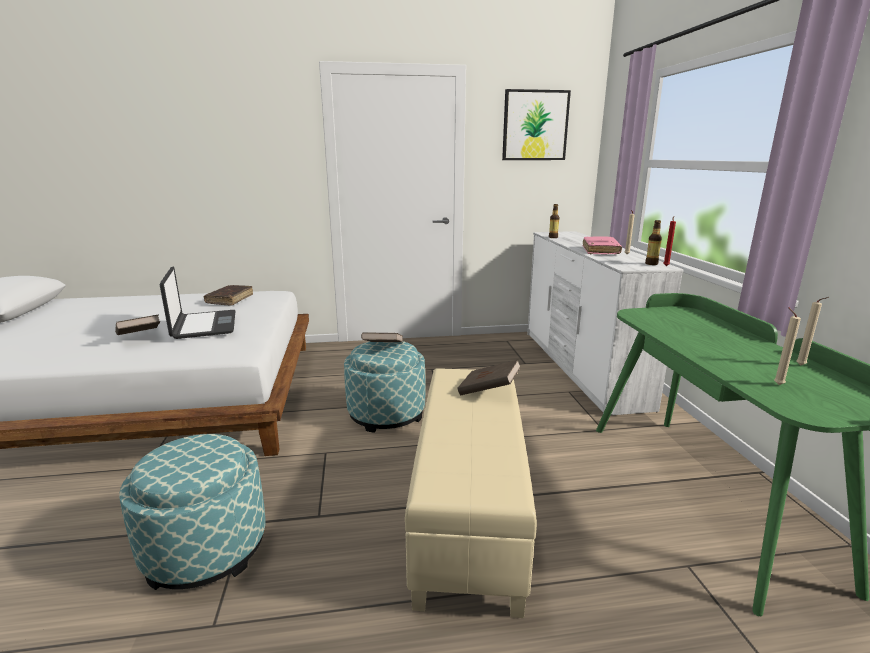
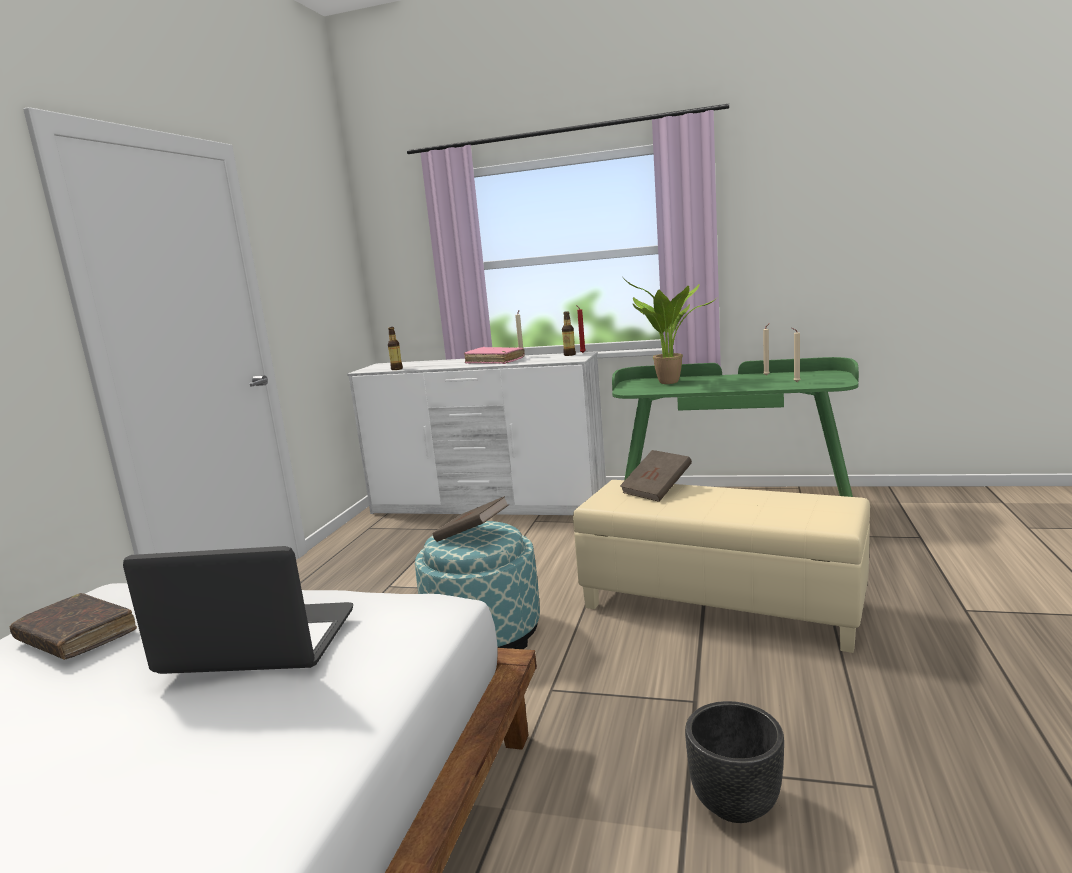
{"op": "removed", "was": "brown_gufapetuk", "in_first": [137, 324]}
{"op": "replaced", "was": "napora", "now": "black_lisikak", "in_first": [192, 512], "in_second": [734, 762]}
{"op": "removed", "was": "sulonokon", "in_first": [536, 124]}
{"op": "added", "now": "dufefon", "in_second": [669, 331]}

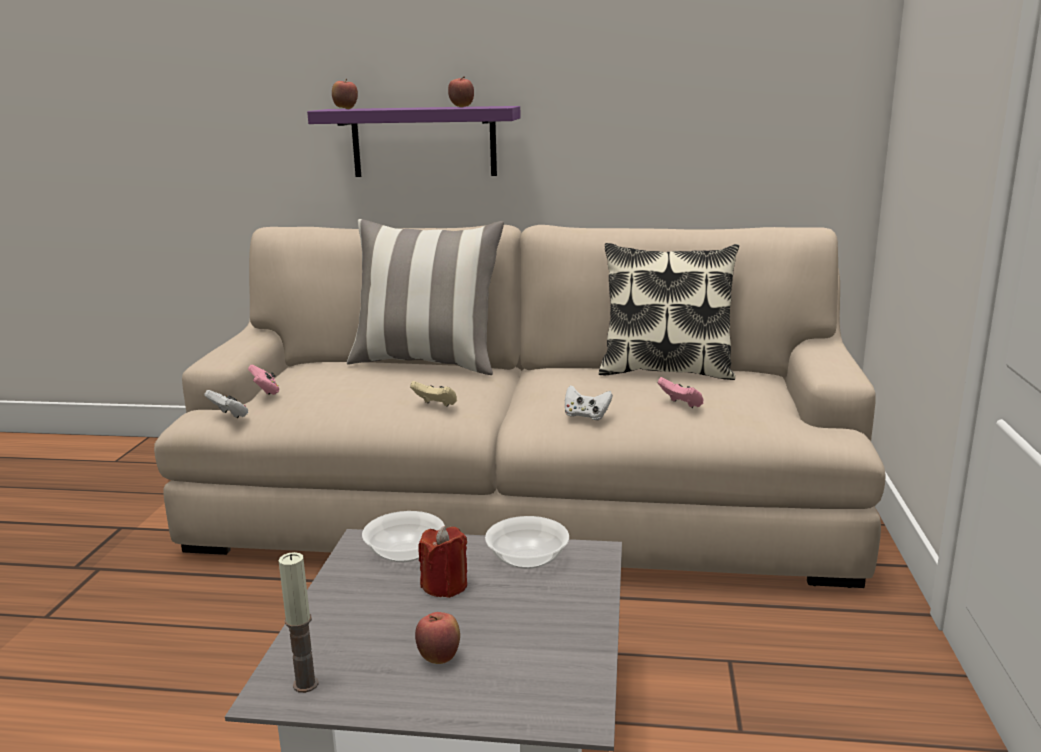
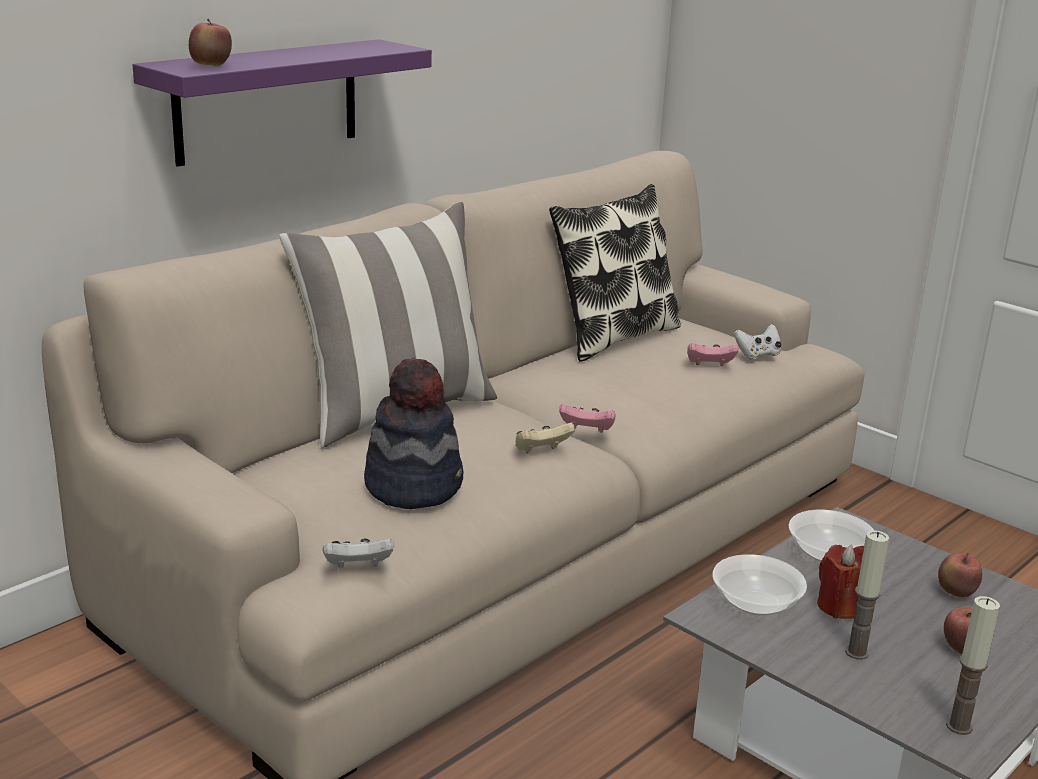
{"op": "moved", "was": "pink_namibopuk", "in_first": [263, 380], "in_second": [587, 418]}
{"op": "moved", "was": "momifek", "in_first": [461, 92], "in_second": [960, 575]}
{"op": "moved", "was": "white_namibopuk", "in_first": [589, 403], "in_second": [757, 342]}
{"op": "added", "now": "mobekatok", "in_second": [413, 433]}
{"op": "added", "now": "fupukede", "in_second": [867, 595]}

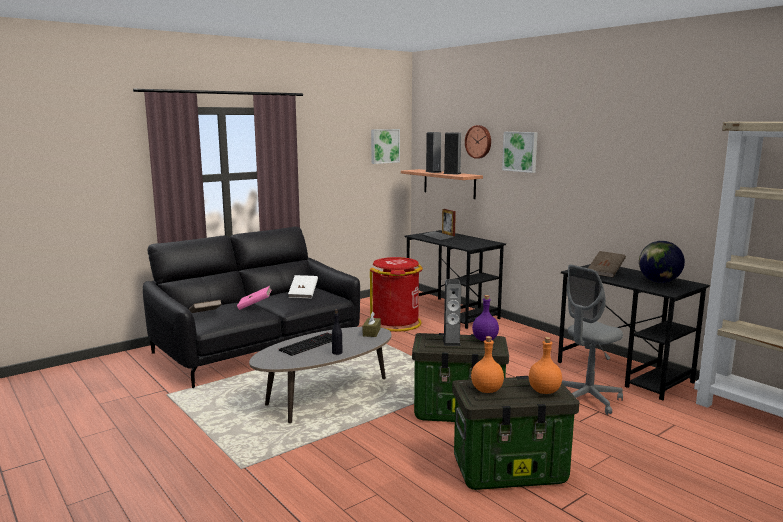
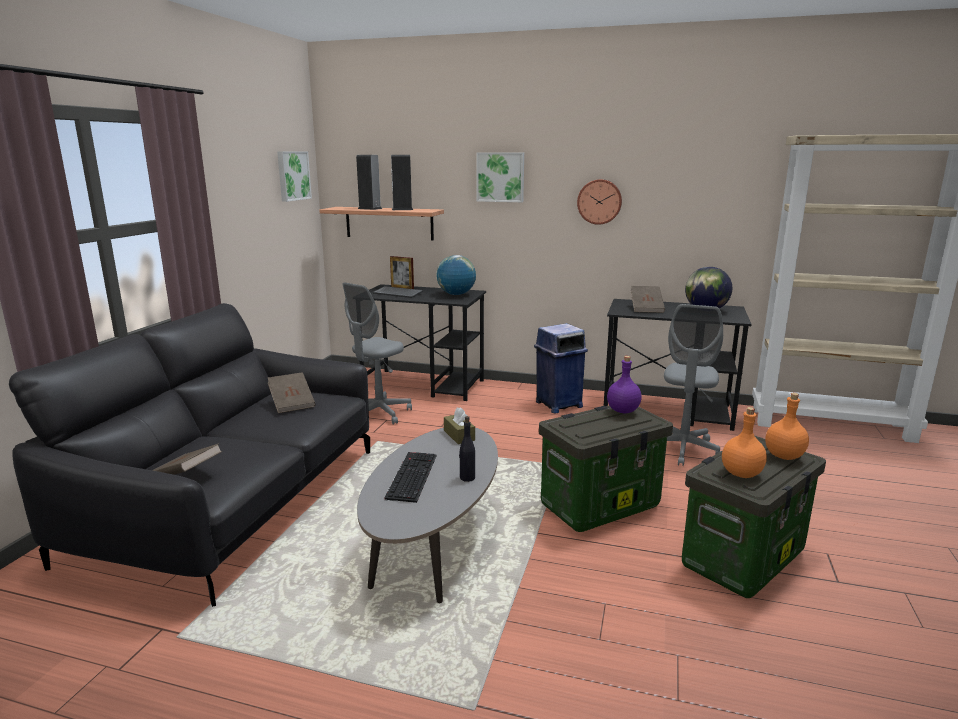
{"op": "removed", "was": "pink_gufapetuk", "in_first": [254, 298]}
{"op": "recoloured", "was": "white_gufapetuk", "now": "brown_gufapetuk", "in_first": [303, 287], "in_second": [292, 392]}
{"op": "replaced", "was": "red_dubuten", "now": "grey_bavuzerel", "in_first": [396, 294], "in_second": [377, 353]}
{"op": "removed", "was": "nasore", "in_first": [452, 312]}
{"op": "moved", "was": "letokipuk", "in_first": [478, 142], "in_second": [599, 202]}
{"op": "added", "now": "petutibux", "in_second": [456, 275]}
{"op": "added", "now": "blue_dubuten", "in_second": [561, 368]}

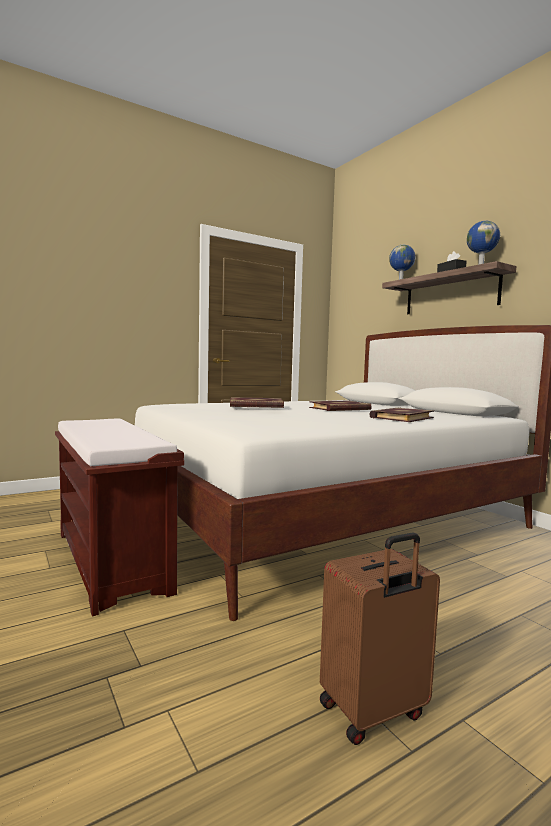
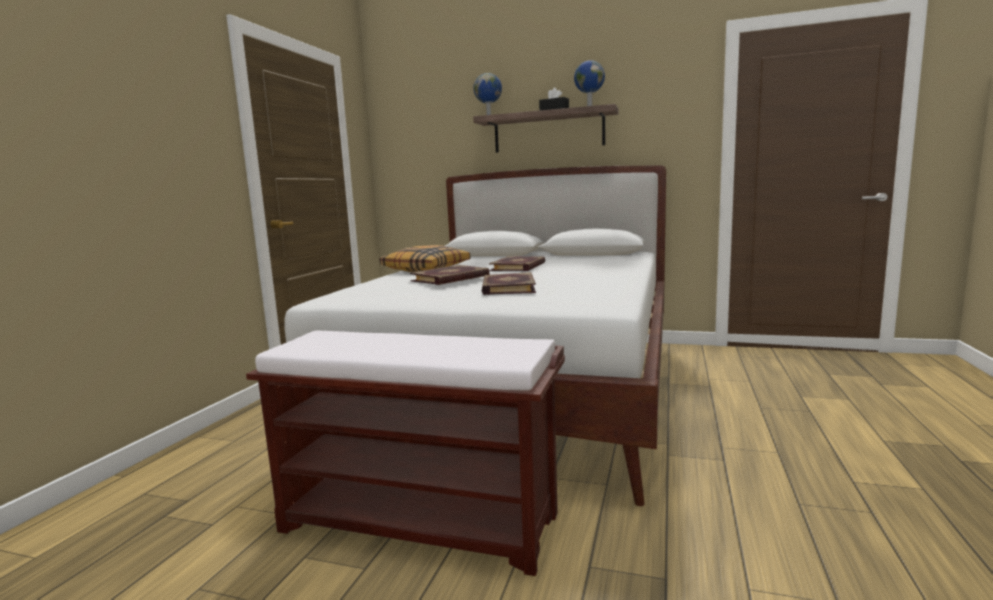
{"op": "removed", "was": "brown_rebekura", "in_first": [380, 638]}
{"op": "moved", "was": "gufapetuk", "in_first": [401, 415], "in_second": [509, 283]}
{"op": "added", "now": "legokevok", "in_second": [425, 258]}

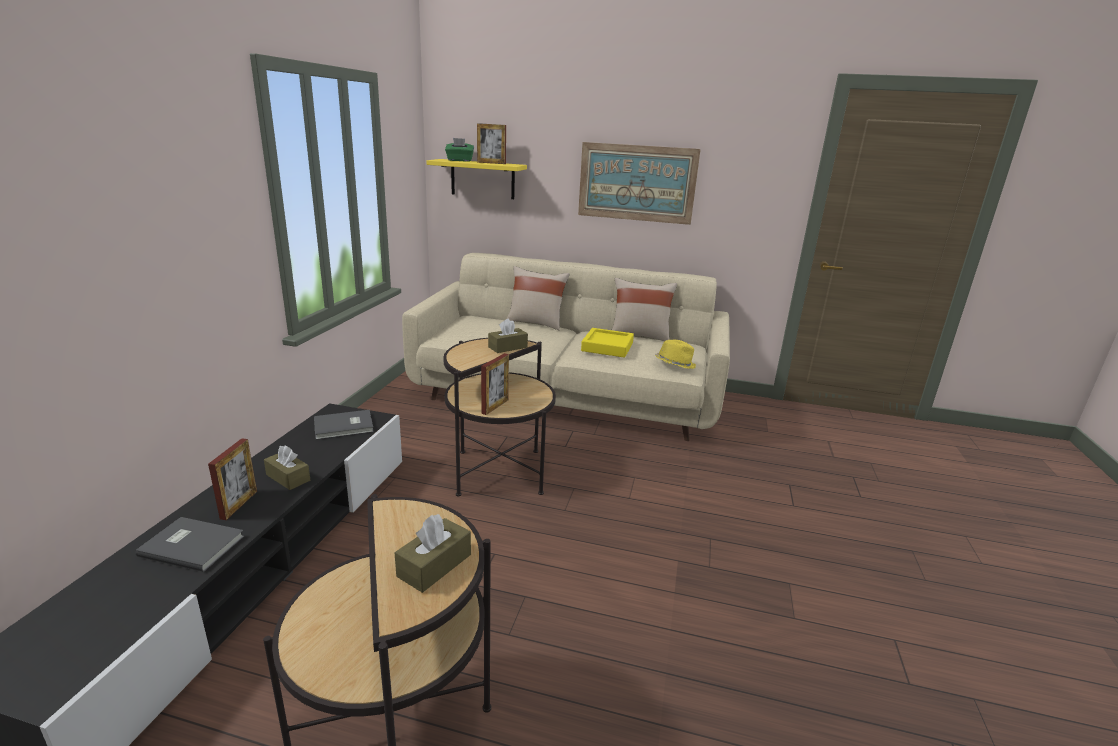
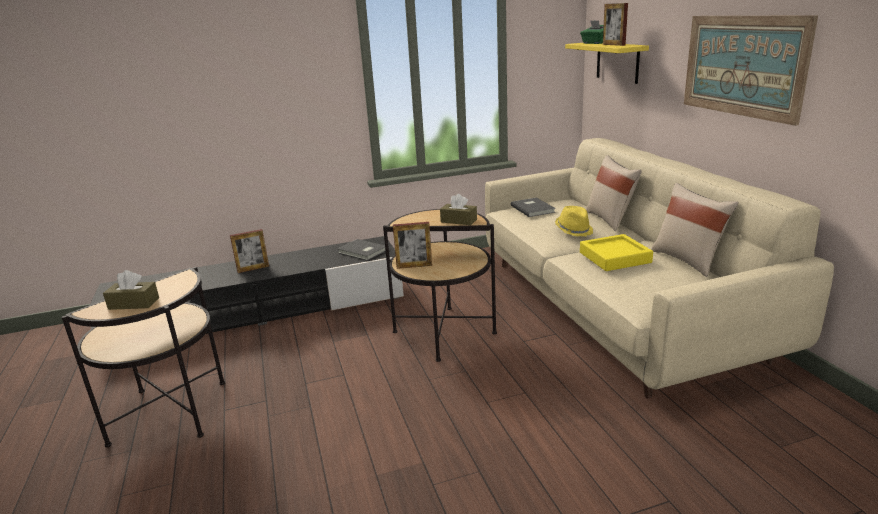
{"op": "moved", "was": "grey_gufapetuk", "in_first": [190, 544], "in_second": [533, 207]}
{"op": "removed", "was": "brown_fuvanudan", "in_first": [287, 468]}
{"op": "moved", "was": "yellow_mobekatok", "in_first": [675, 354], "in_second": [574, 221]}

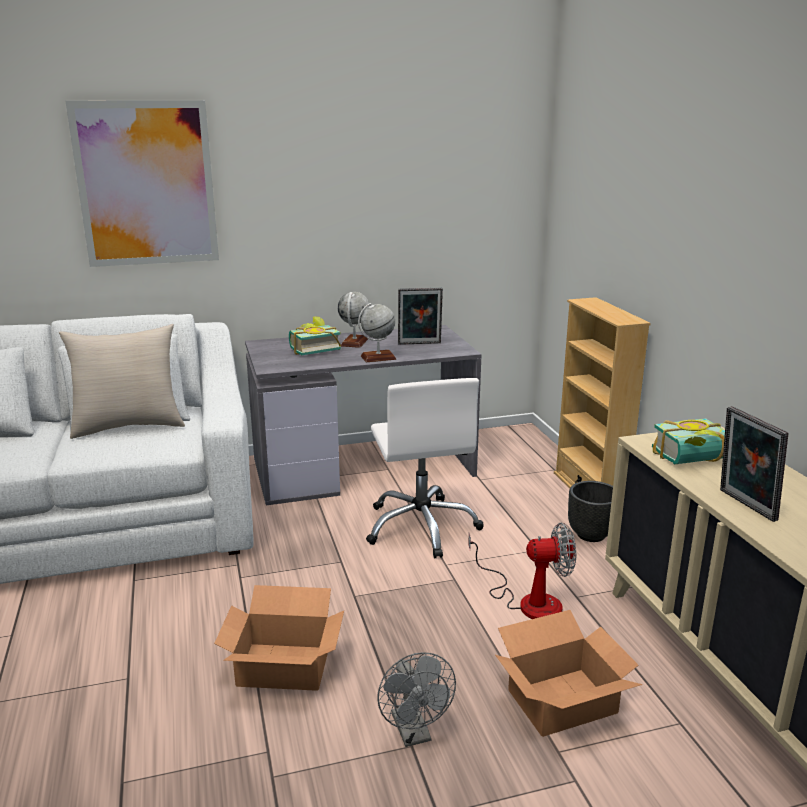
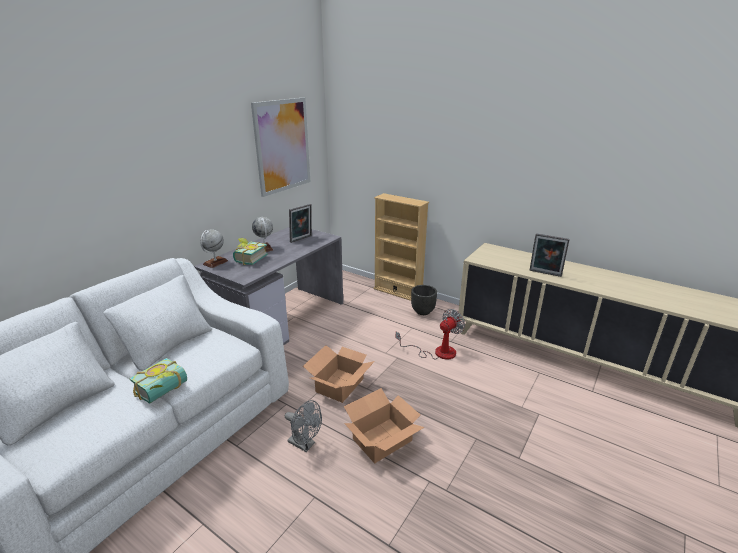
{"op": "removed", "was": "beige_legokevok", "in_first": [122, 381]}
{"op": "moved", "was": "sulonokon", "in_first": [142, 183], "in_second": [280, 147]}
{"op": "moved", "was": "petutibux", "in_first": [377, 332], "in_second": [214, 248]}
{"op": "removed", "was": "white_bavuzerel", "in_first": [425, 468]}
{"op": "moved", "was": "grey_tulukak", "in_first": [417, 699], "in_second": [303, 426]}
{"op": "moved", "was": "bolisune", "in_first": [569, 673], "in_second": [339, 374]}
{"op": "moved", "was": "gufapetuk", "in_first": [688, 441], "in_second": [158, 381]}

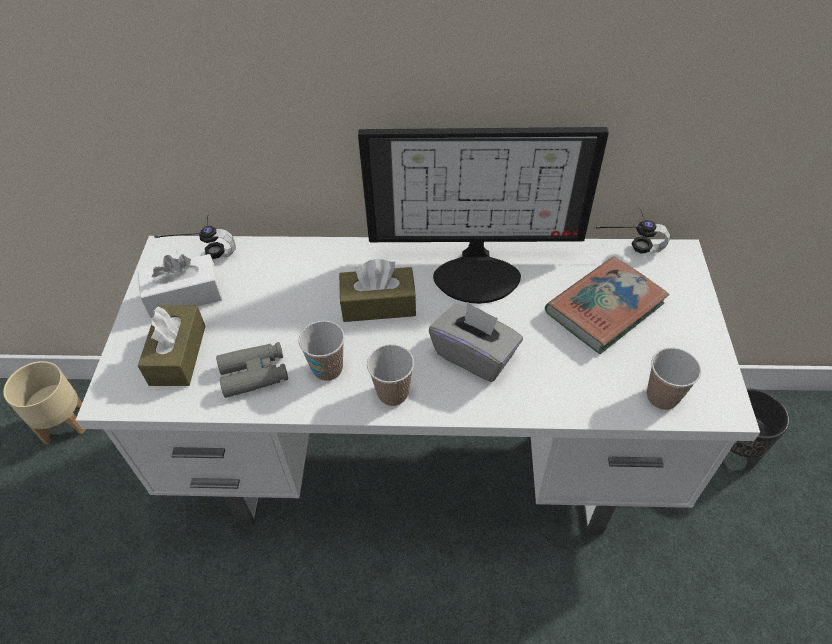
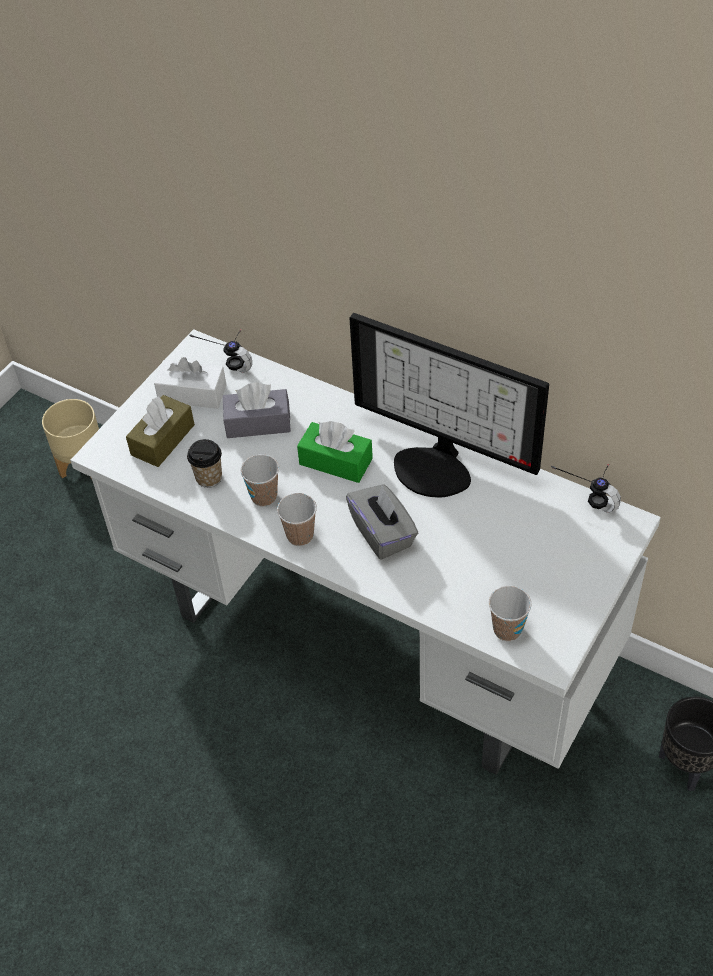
{"op": "replaced", "was": "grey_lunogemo", "now": "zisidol", "in_first": [252, 370], "in_second": [204, 463]}
{"op": "recoloured", "was": "brown_fuvanudan", "now": "green_fuvanudan", "in_first": [377, 290], "in_second": [335, 452]}
{"op": "removed", "was": "gufapetuk", "in_first": [607, 305]}
{"op": "added", "now": "grey_fuvanudan", "in_second": [257, 410]}

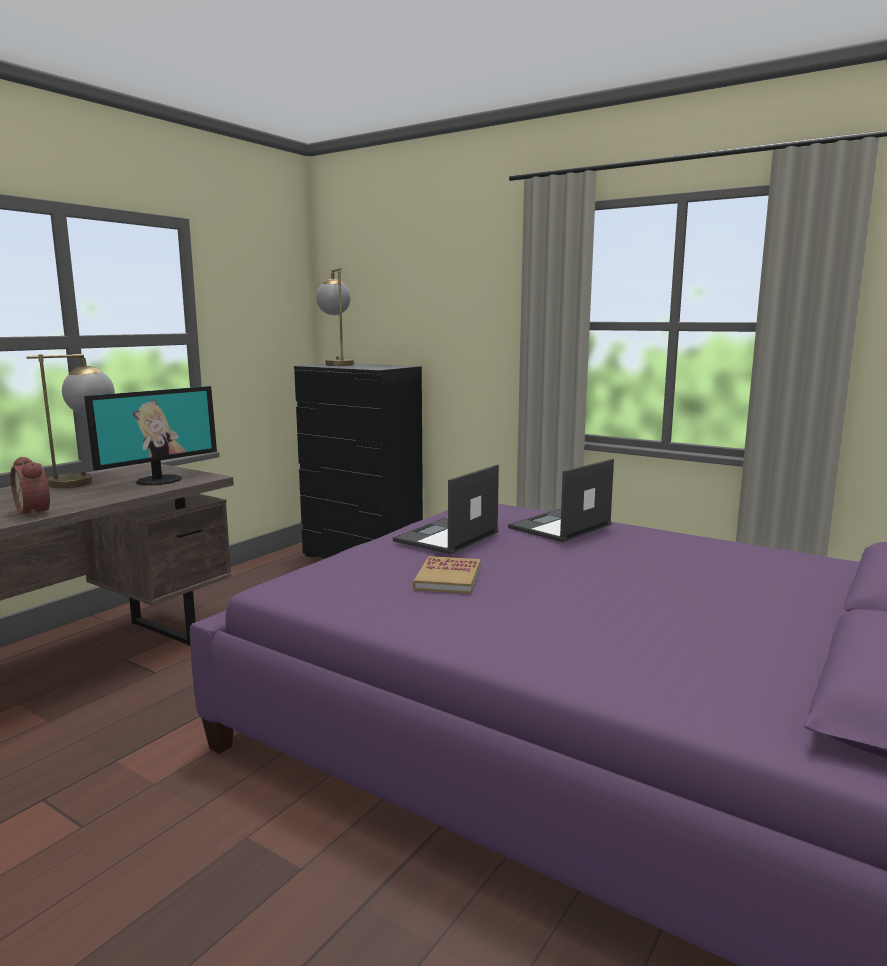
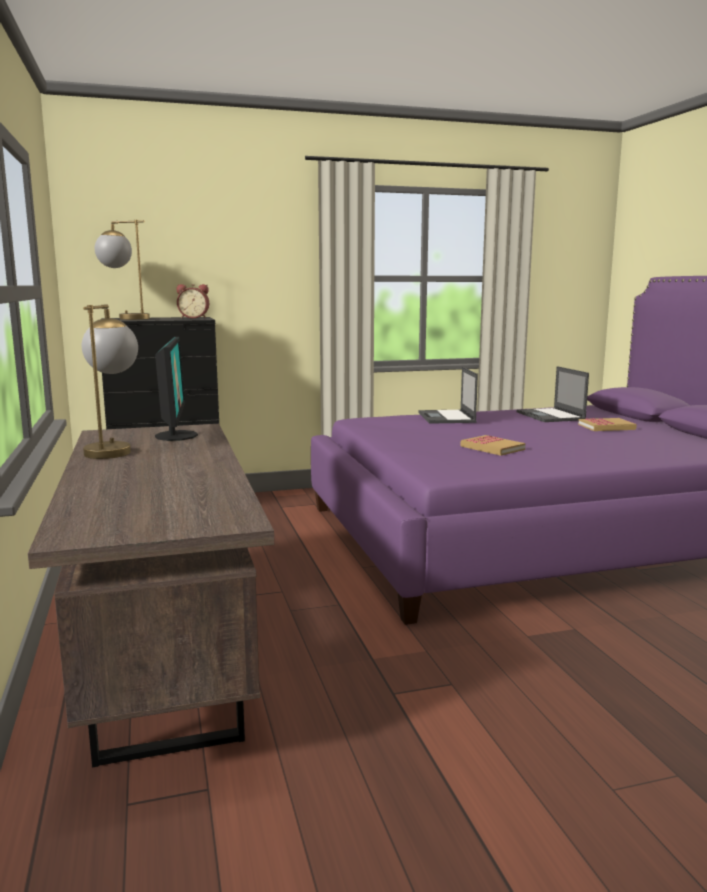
{"op": "moved", "was": "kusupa", "in_first": [30, 487], "in_second": [192, 301]}
{"op": "moved", "was": "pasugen", "in_first": [446, 509], "in_second": [552, 394]}
{"op": "added", "now": "gufapetuk", "in_second": [607, 424]}

